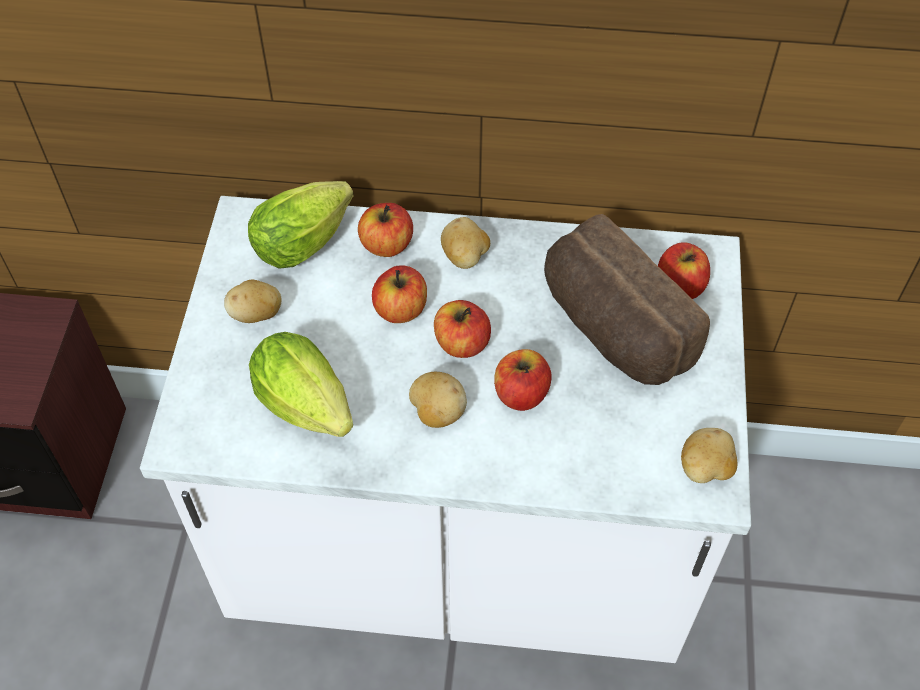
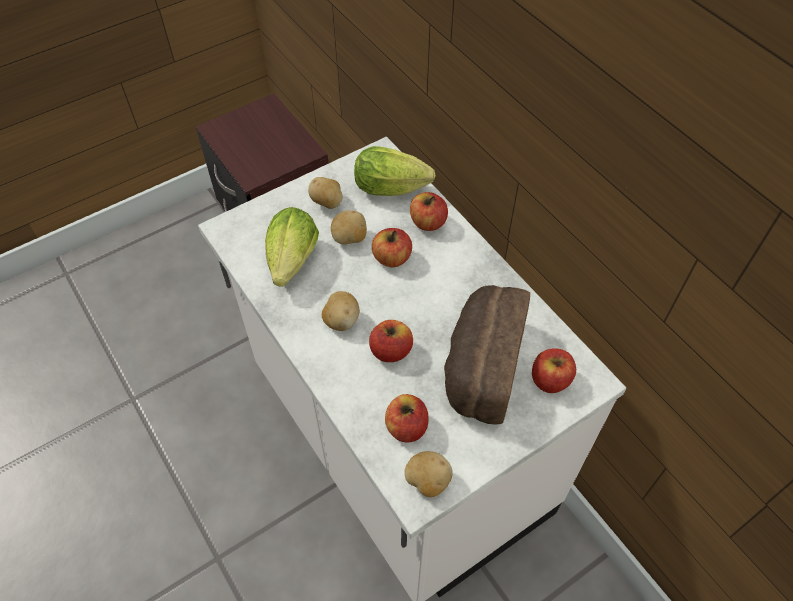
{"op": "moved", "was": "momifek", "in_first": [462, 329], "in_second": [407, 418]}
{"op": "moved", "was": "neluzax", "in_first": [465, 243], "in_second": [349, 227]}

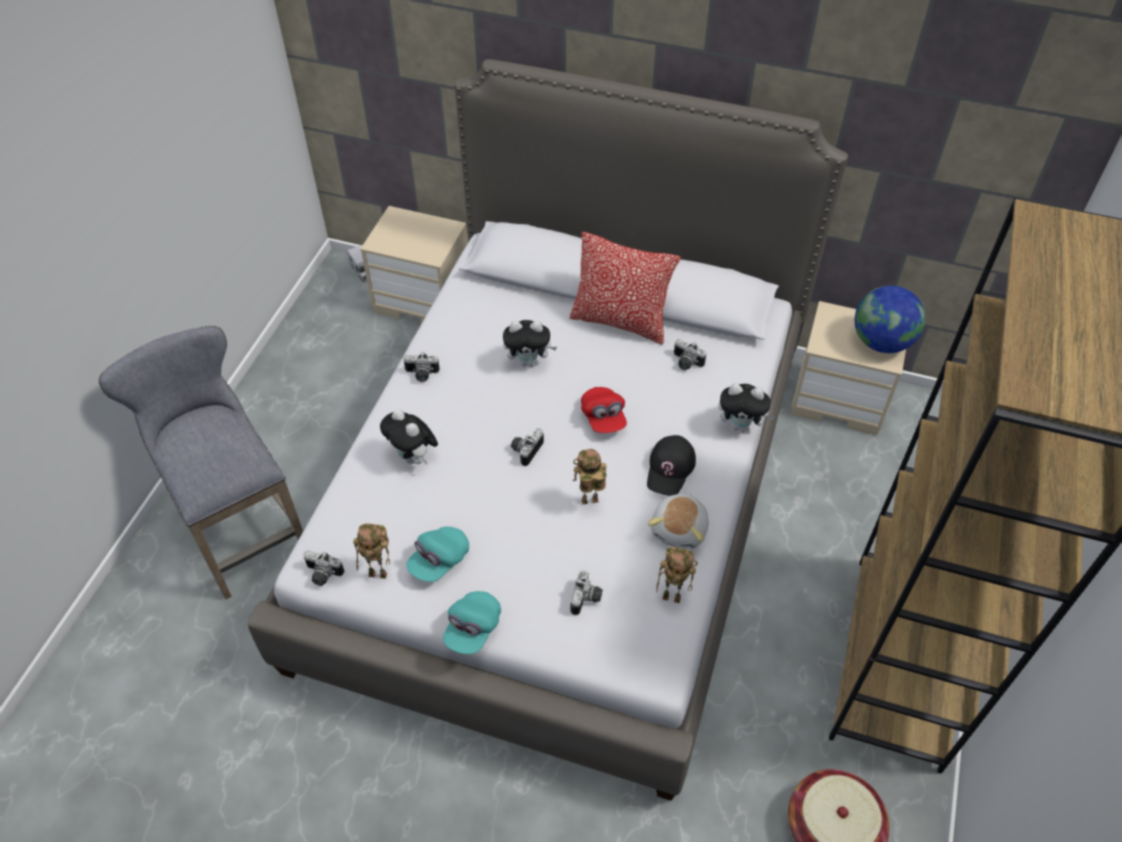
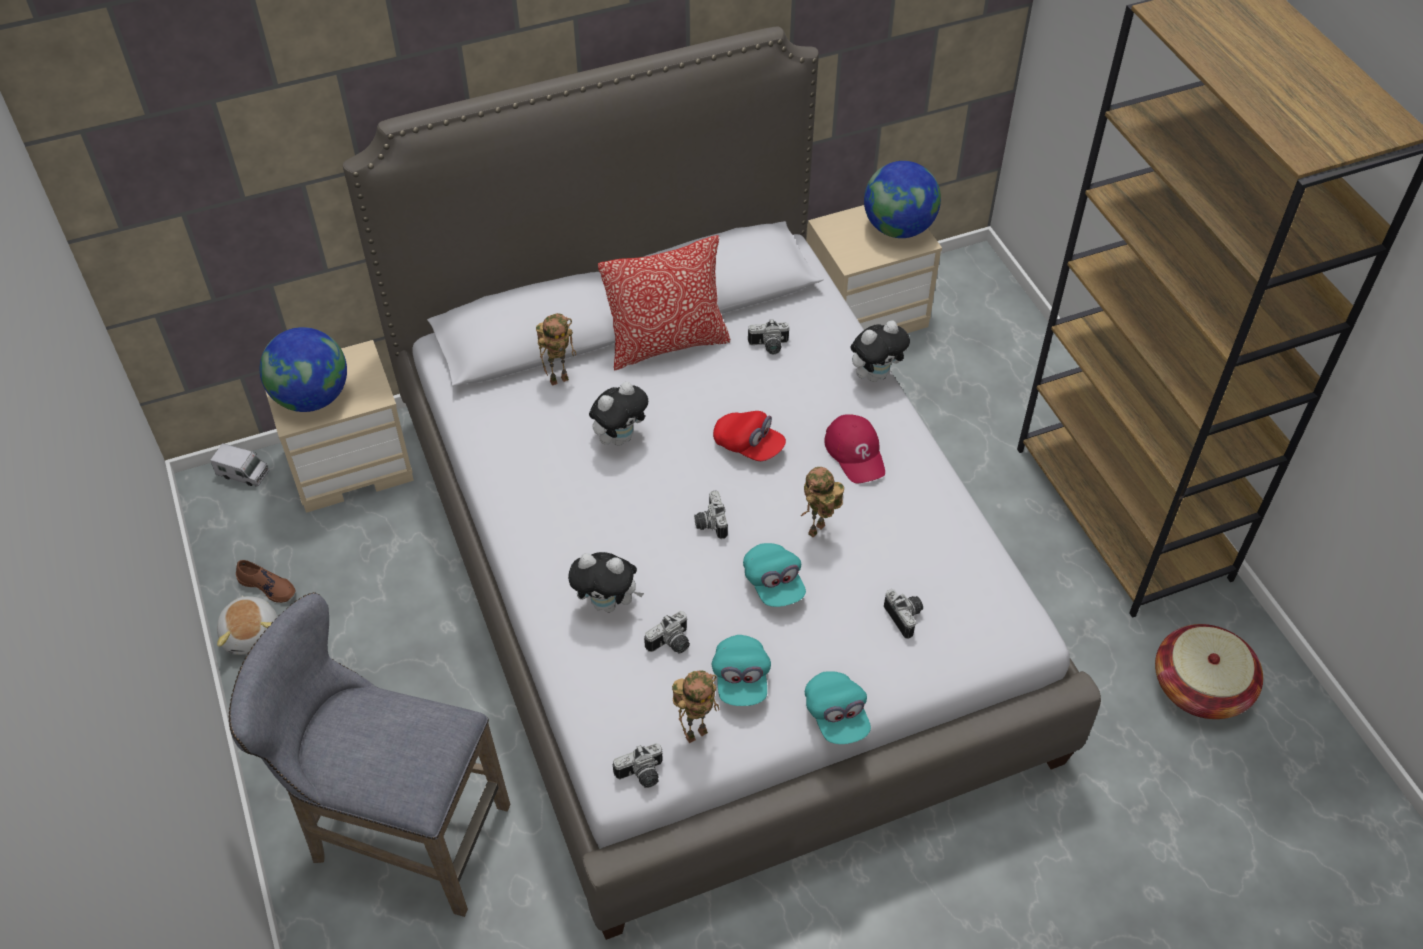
{"op": "moved", "was": "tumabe", "in_first": [422, 367], "in_second": [667, 632]}
{"op": "recoloured", "was": "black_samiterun", "now": "red_samiterun", "in_first": [671, 465], "in_second": [854, 449]}
{"op": "moved", "was": "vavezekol", "in_first": [678, 521], "in_second": [247, 625]}
{"op": "moved", "was": "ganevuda", "in_first": [677, 574], "in_second": [556, 349]}
{"op": "added", "now": "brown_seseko", "in_second": [266, 581]}
{"op": "added", "now": "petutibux", "in_second": [303, 369]}
{"op": "added", "now": "turquoise_samiterun", "in_second": [774, 575]}

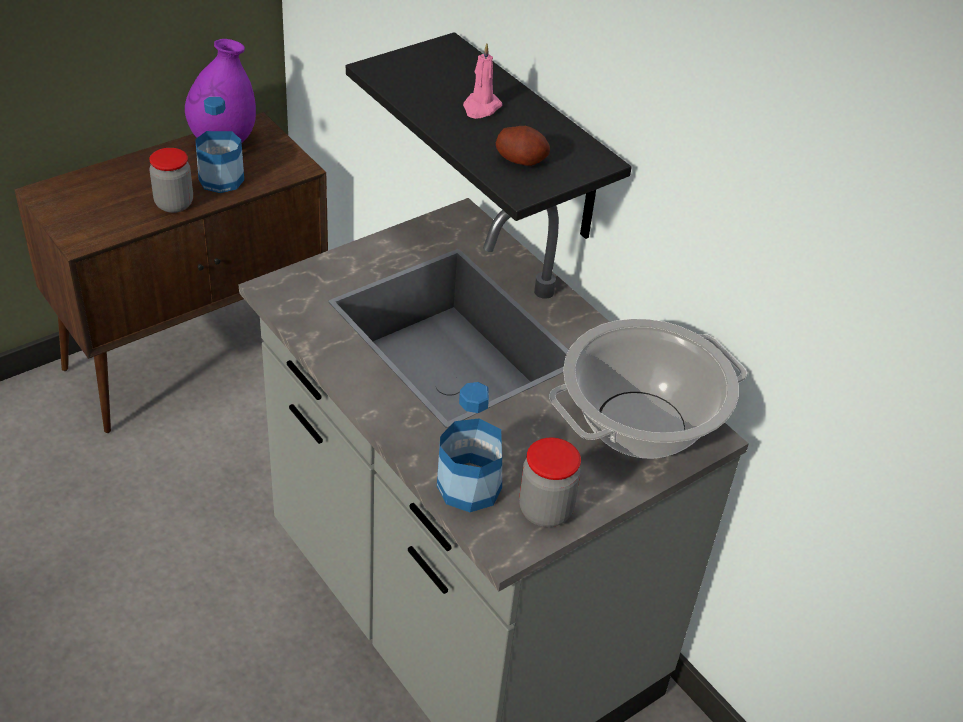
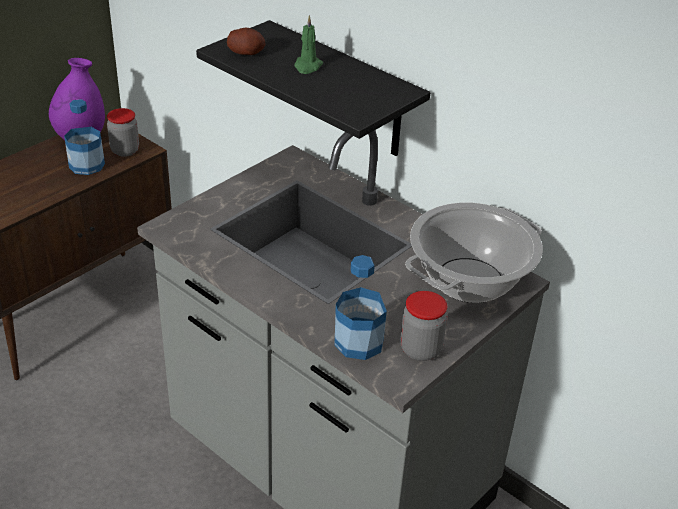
{"op": "moved", "was": "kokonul", "in_first": [171, 180], "in_second": [123, 132]}
{"op": "recoloured", "was": "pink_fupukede", "now": "green_fupukede", "in_first": [482, 81], "in_second": [308, 44]}
{"op": "moved", "was": "neluzax", "in_first": [523, 146], "in_second": [246, 41]}

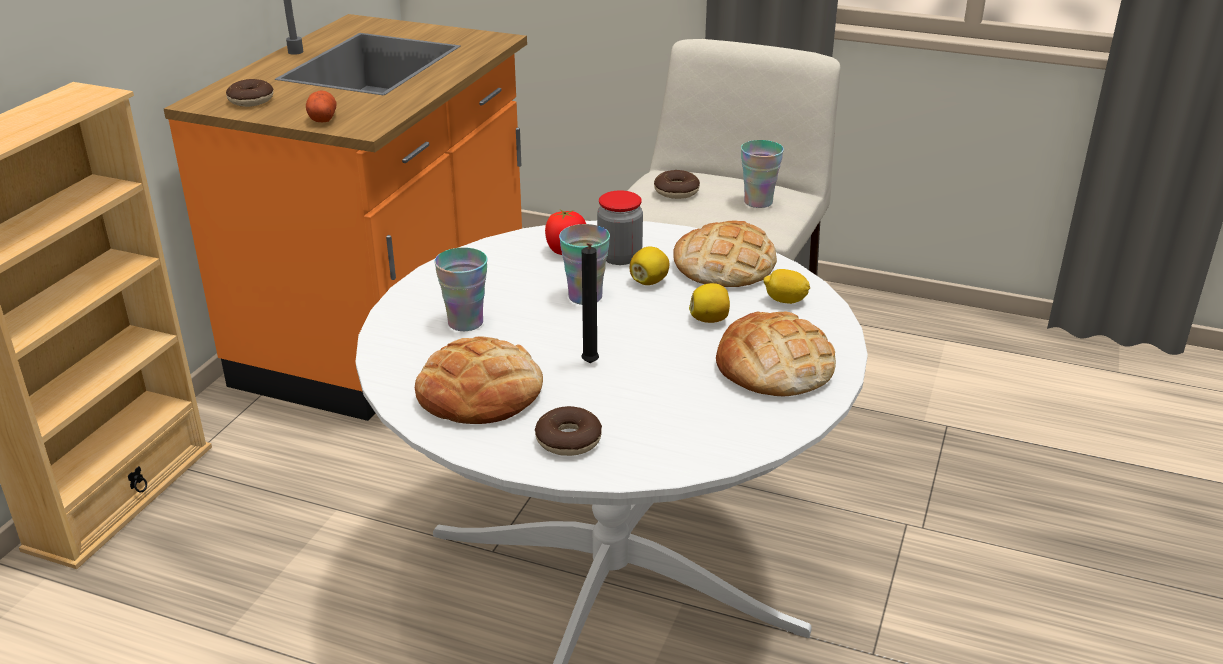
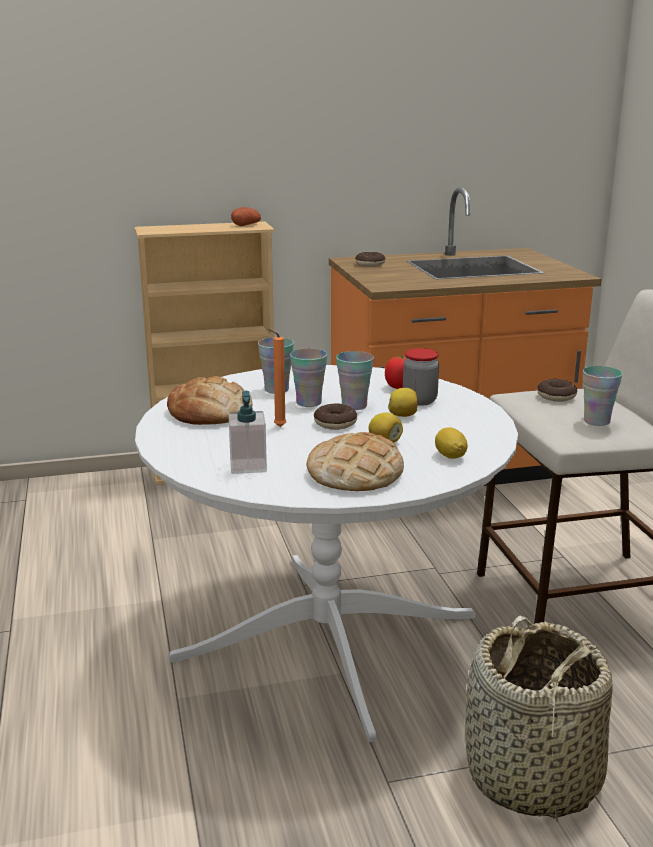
{"op": "moved", "was": "neluzax", "in_first": [321, 106], "in_second": [246, 216]}
{"op": "moved", "was": "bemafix", "in_first": [568, 431], "in_second": [335, 417]}
{"op": "recoloured", "was": "black_fupukede", "now": "orange_fupukede", "in_first": [590, 303], "in_second": [277, 378]}
{"op": "removed", "was": "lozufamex", "in_first": [725, 253]}
{"op": "added", "now": "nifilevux", "in_second": [247, 432]}
{"op": "added", "now": "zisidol", "in_second": [308, 377]}
{"op": "added", "now": "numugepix", "in_second": [539, 719]}

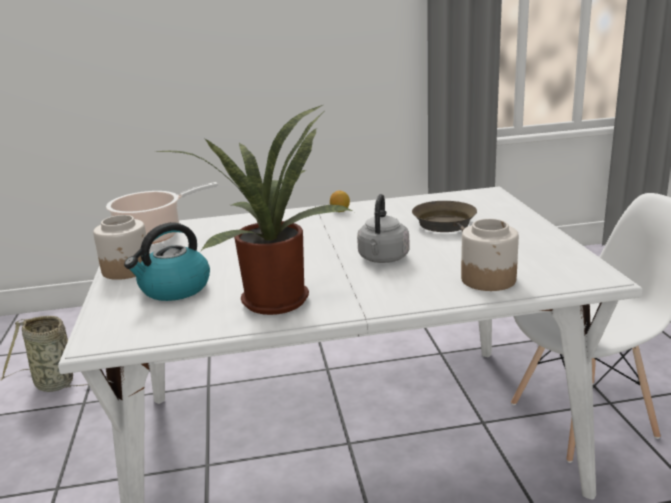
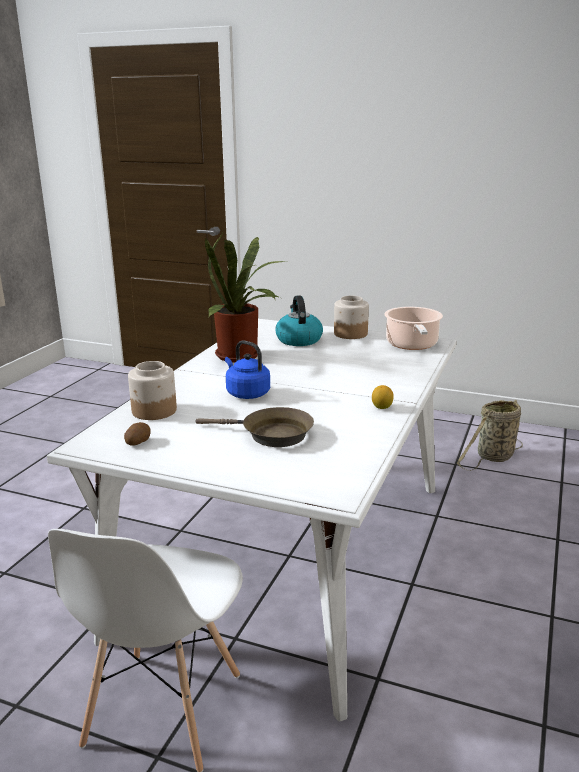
{"op": "recoloured", "was": "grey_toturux", "now": "blue_toturux", "in_first": [383, 228], "in_second": [247, 369]}
{"op": "added", "now": "neluzax", "in_second": [137, 434]}

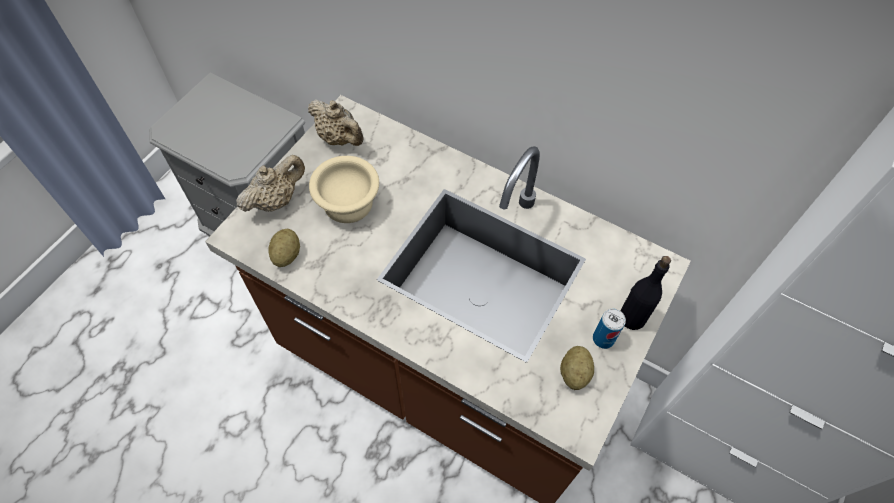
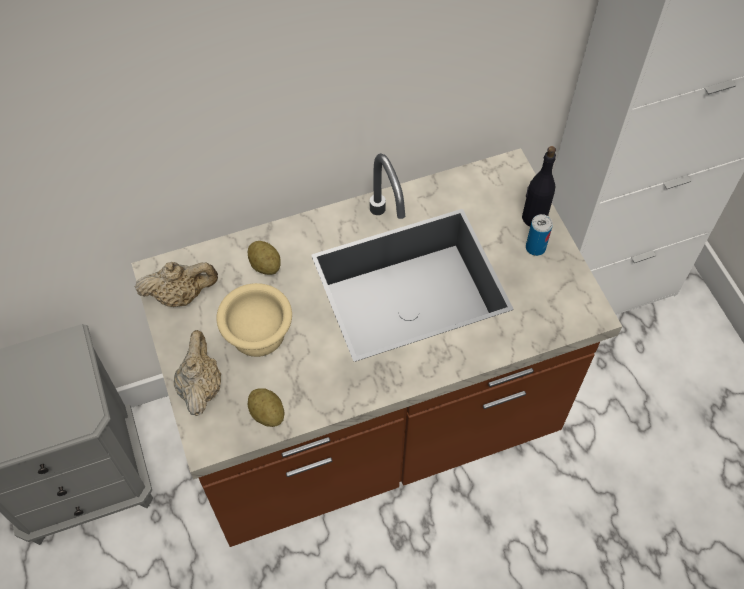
{"op": "moved", "was": "neluzax", "in_first": [577, 368], "in_second": [264, 258]}

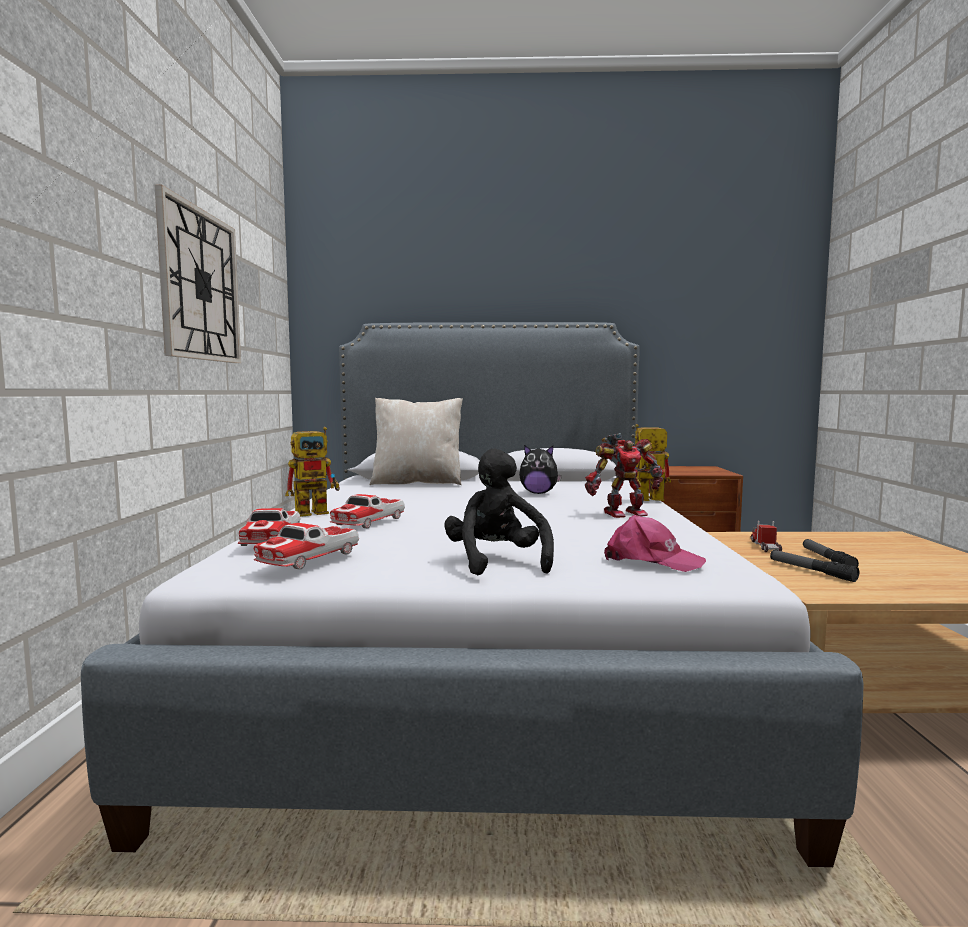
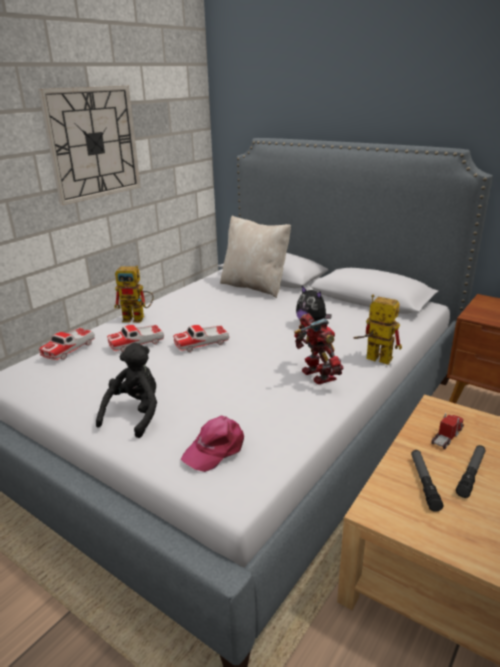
{"op": "moved", "was": "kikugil", "in_first": [306, 546], "in_second": [201, 338]}
{"op": "turned", "was": "ganevuda", "in_first": [624, 475], "in_second": [319, 348], "clockwise": -135}
{"op": "turned", "was": "pink_samiterun", "in_first": [655, 543], "in_second": [212, 444], "clockwise": 75}

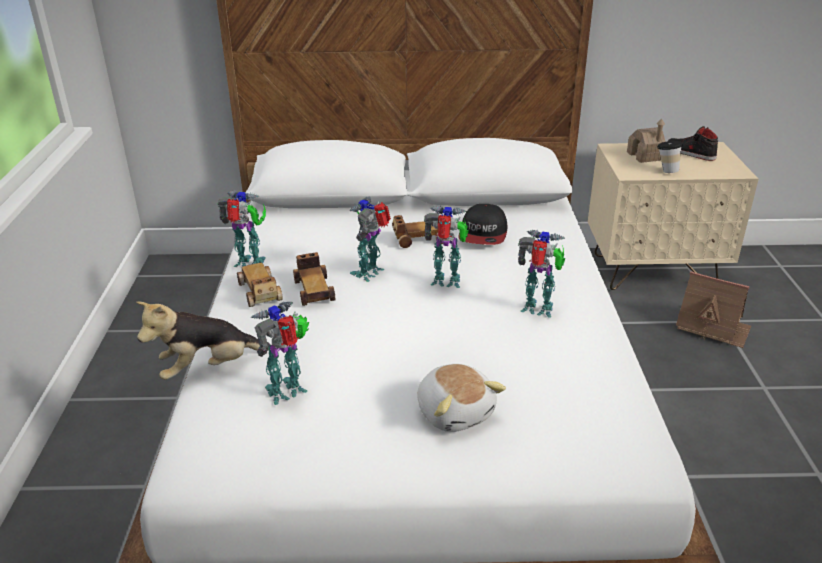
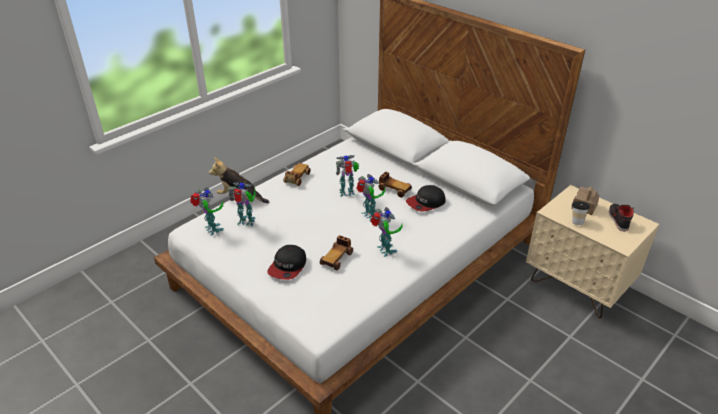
{"op": "moved", "was": "ganevuda", "in_first": [241, 229], "in_second": [207, 211]}
{"op": "moved", "was": "kikugil", "in_first": [314, 279], "in_second": [336, 252]}
{"op": "replaced", "was": "vavezekol", "now": "samiterun", "in_first": [461, 398], "in_second": [286, 262]}
{"op": "removed", "was": "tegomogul", "in_first": [713, 309]}

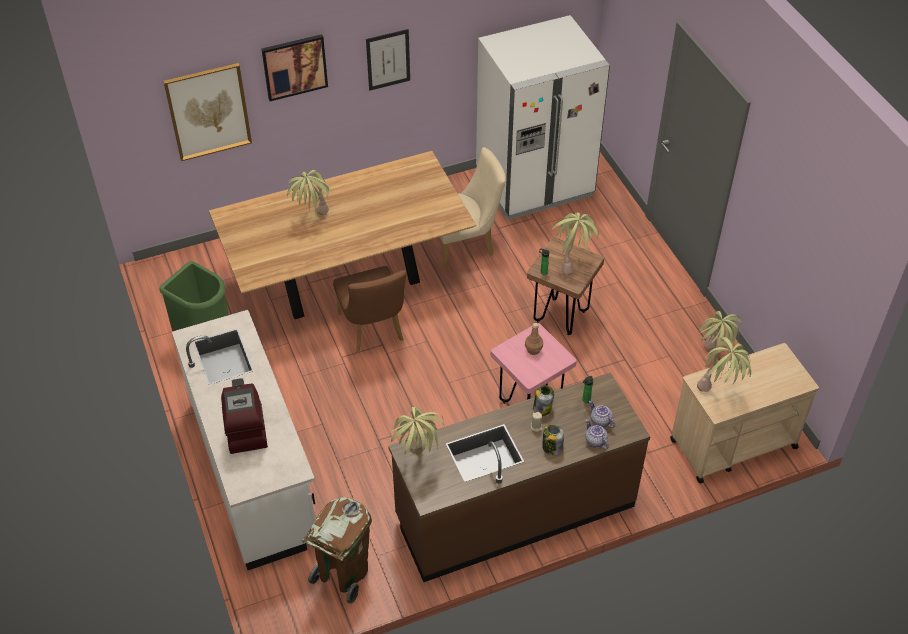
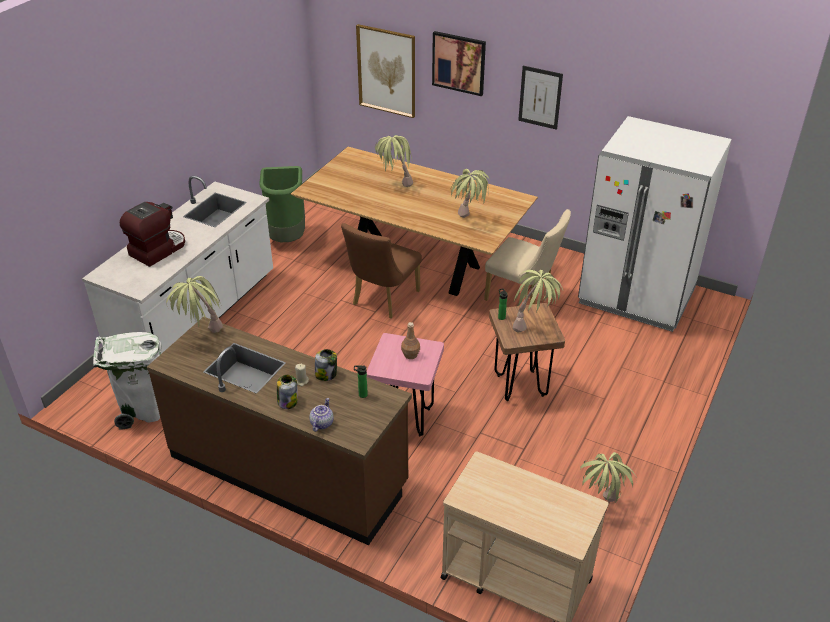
{"op": "recoloured", "was": "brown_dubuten", "now": "white_dubuten", "in_first": [337, 550], "in_second": [127, 380]}
{"op": "removed", "was": "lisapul", "in_first": [602, 414]}
{"op": "moved", "was": "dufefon", "in_first": [724, 364], "in_second": [470, 193]}

